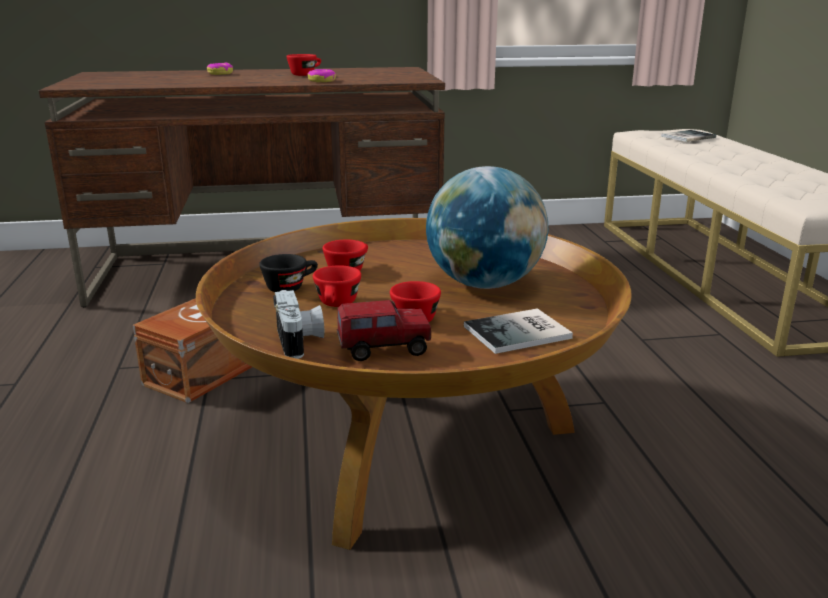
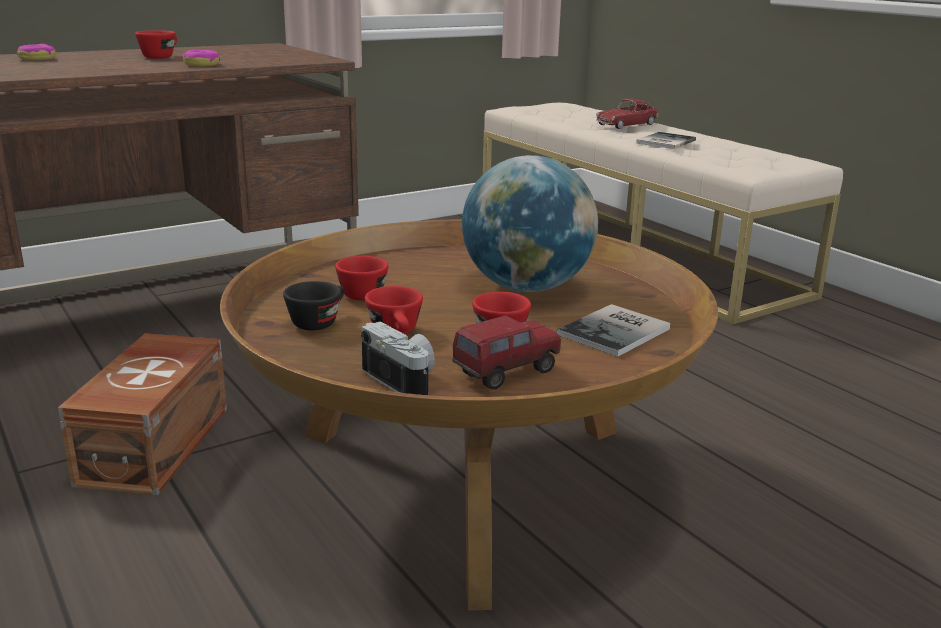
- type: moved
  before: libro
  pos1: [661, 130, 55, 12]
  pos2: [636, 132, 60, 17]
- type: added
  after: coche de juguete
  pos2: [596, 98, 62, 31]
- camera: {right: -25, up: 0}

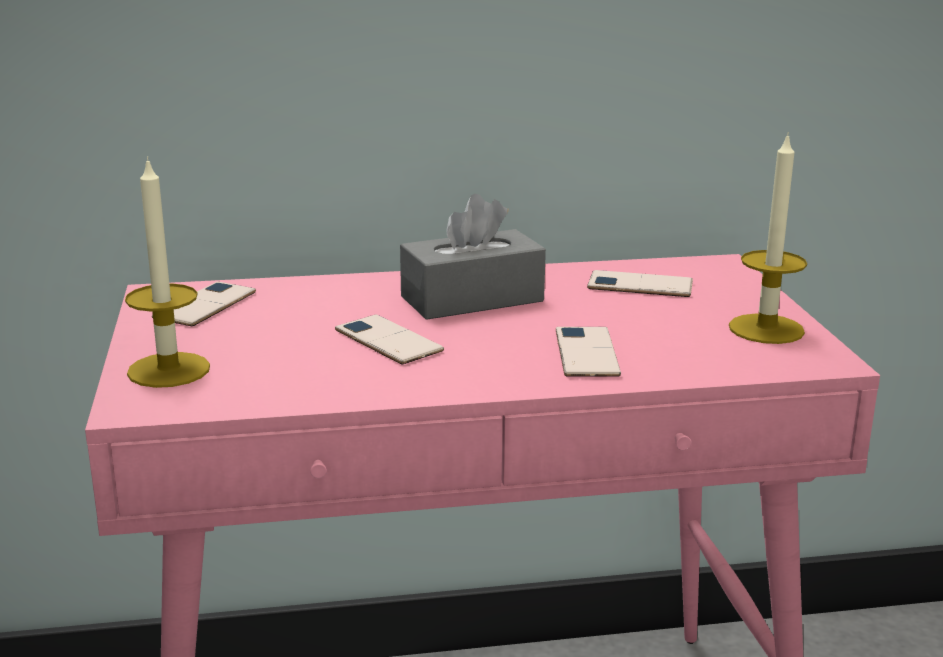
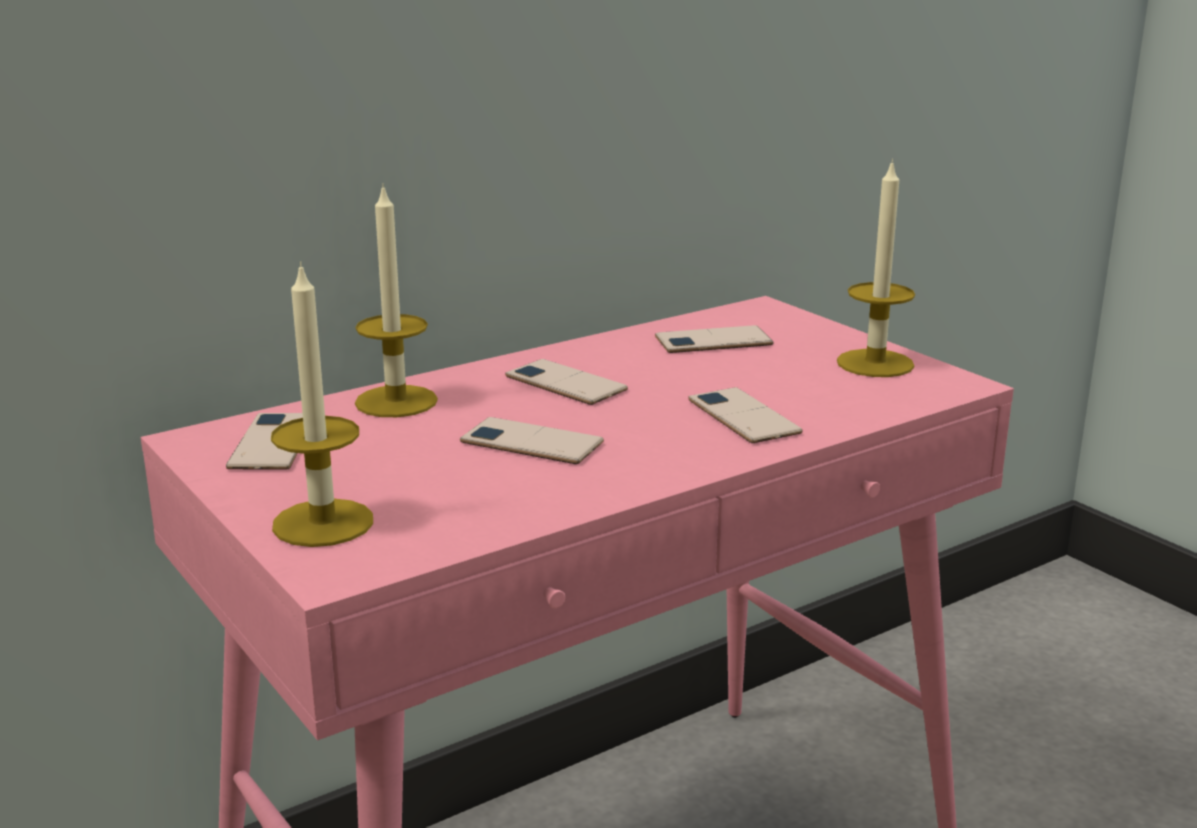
- type: replaced
  before: caja de pañuelos (gris)
  after: móvil
  pos1: [400, 194, 146, 126]
  pos2: [505, 359, 123, 46]
- type: added
  after: vela
  pos2: [355, 183, 83, 234]
- camera: {right: -25, up: 0}

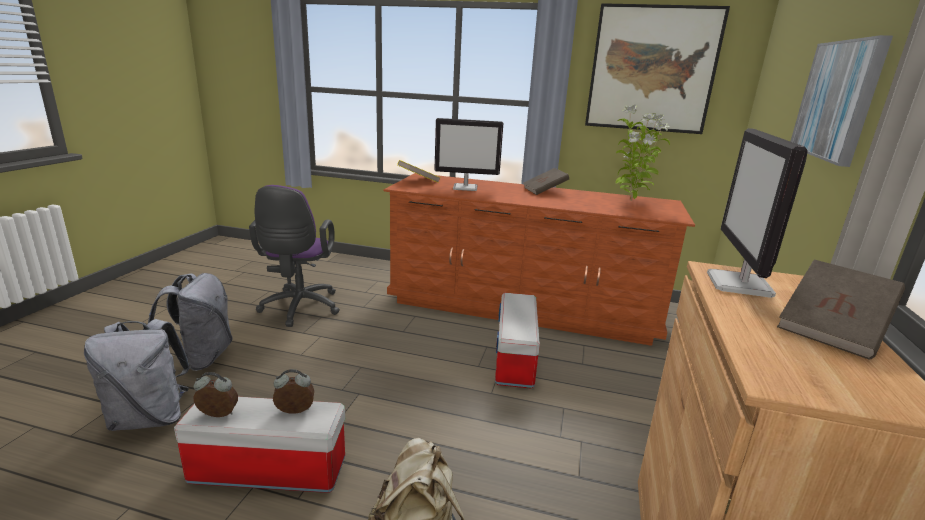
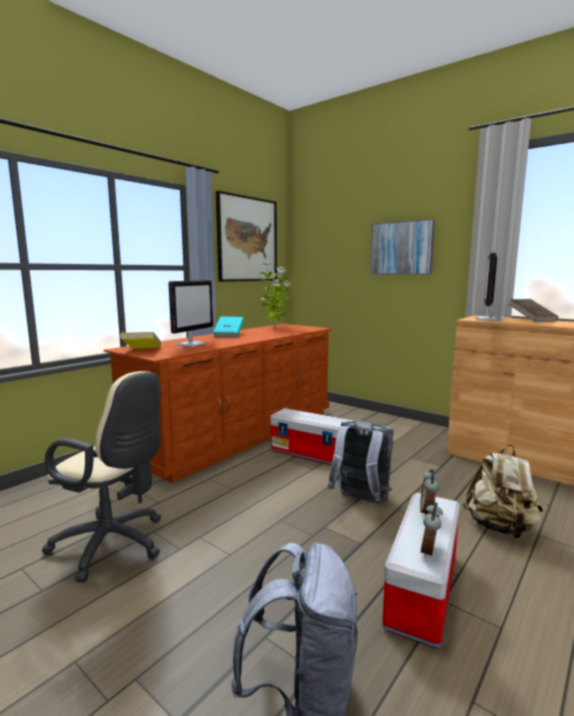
- type: moved
  before: mochila (gris)
  pos1: [148, 273, 85, 98]
  pos2: [327, 421, 67, 82]
- type: recoloured
  before: silla de oficina (morado)
  after: silla de oficina (beis)
  pos1: [249, 185, 91, 142]
  pos2: [42, 371, 119, 212]
- type: recoloured
  before: libro (marrón)
  after: libro (turquesa)
  pos1: [524, 168, 45, 27]
  pos2: [213, 316, 31, 21]
- type: turned
  before: monitor
  pos1: [707, 128, 101, 170]
  pos2: [476, 252, 26, 69]
  turn: 75
- camera: {right: -65, up: -10}

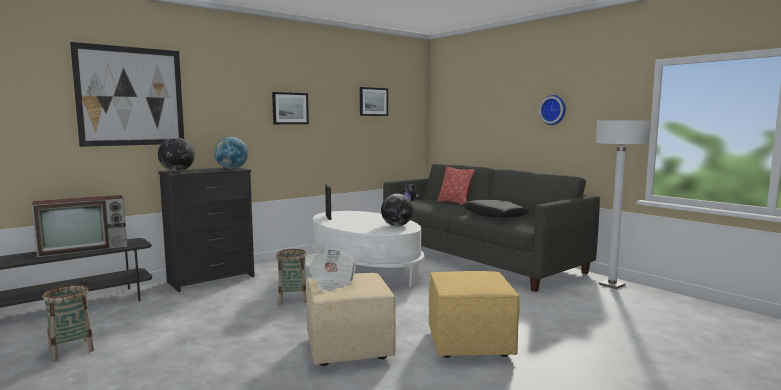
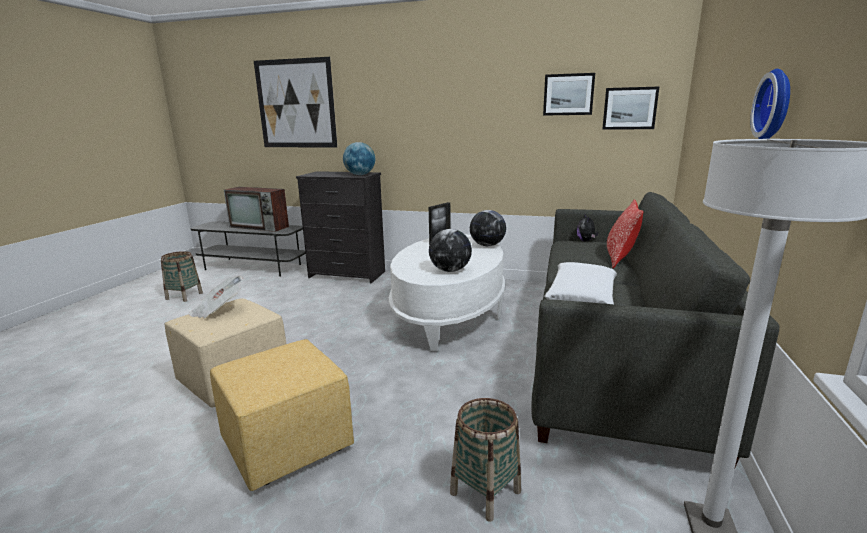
- type: moved
  before: globo terráqueo
  pos1: [158, 137, 37, 35]
  pos2: [470, 210, 36, 36]
- type: moved
  before: cuadro
  pos1: [272, 92, 37, 32]
  pos2: [602, 86, 58, 44]
- type: moved
  before: cesta
  pos1: [276, 249, 31, 56]
  pos2: [450, 398, 71, 124]
- type: recoloured
  before: cojín (negro)
  after: cojín (blanco)
  pos1: [463, 200, 66, 18]
  pos2: [544, 262, 73, 42]
- camera: {right: 55, up: 10}

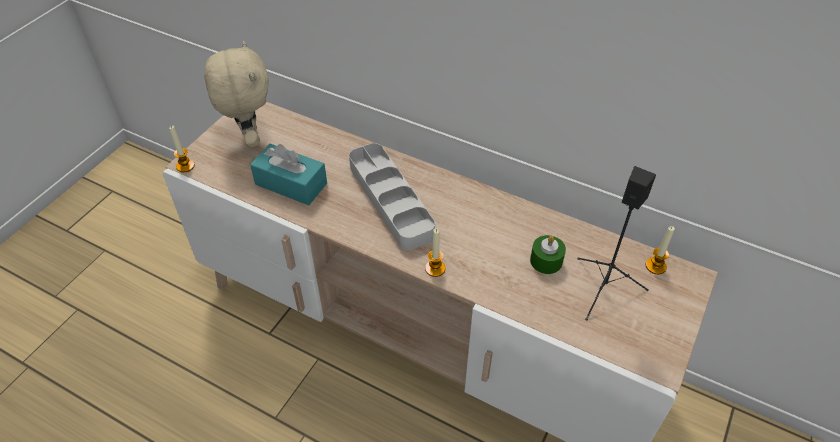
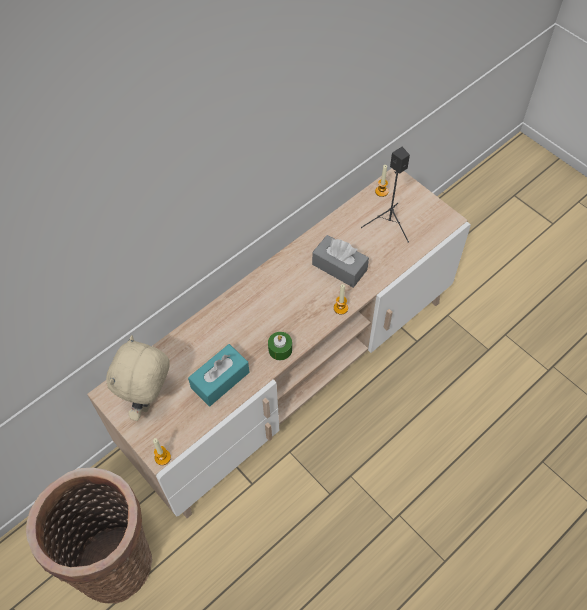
- type: turned
  before: peluche (beis)
  pos1: [204, 41, 65, 106]
  pos2: [106, 335, 64, 86]
  turn: -75
- type: removed
  before: bandeja (gris)
  pos1: [349, 143, 86, 107]
- type: moved
  before: vela (verde)
  pos1: [530, 235, 36, 39]
  pos2: [268, 332, 24, 28]
- type: added
  after: cesta
  pos2: [26, 468, 126, 135]
- type: added
  after: caja de pañuelos (gris)
  pos2: [312, 235, 57, 53]
- camera: {right: -70, up: 10}

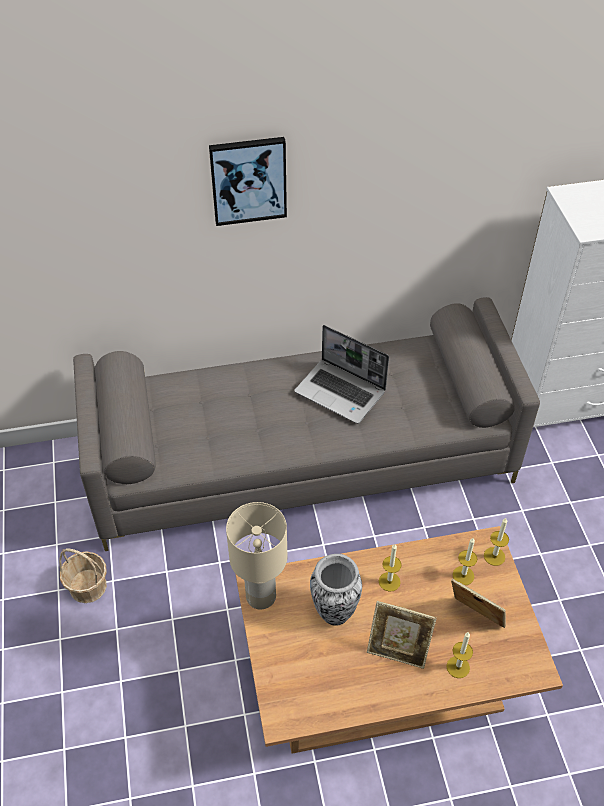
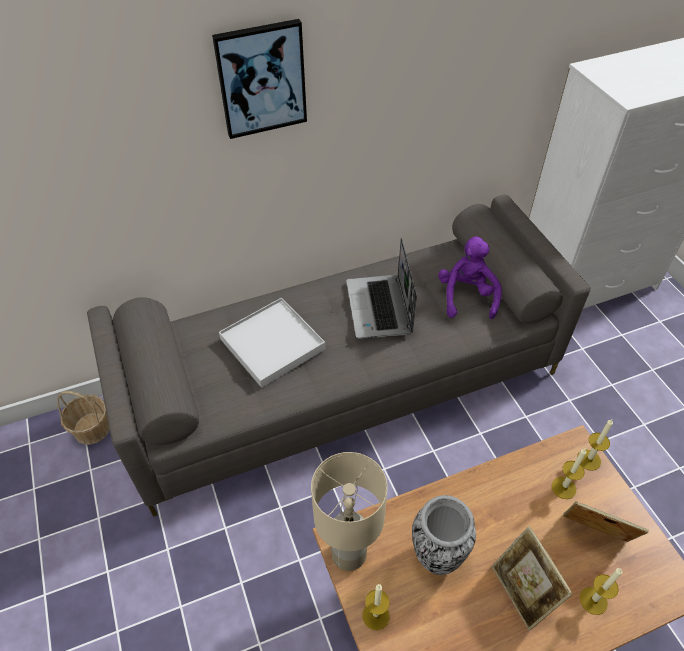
- type: moved
  before: cesta
  pos1: [59, 548, 48, 55]
  pos2: [57, 391, 53, 53]
- type: turned
  before: portátil
  pos1: [294, 325, 95, 99]
  pos2: [346, 238, 71, 101]
  turn: 60
- type: turned
  before: portarretratos
  pos1: [367, 601, 70, 68]
  pos2: [491, 526, 82, 105]
  turn: 60
- type: moved
  before: vela
  pos1: [379, 544, 23, 48]
  pos2: [362, 584, 28, 46]
- type: added
  after: bandeja (blanco)
  pos2: [219, 297, 106, 91]
- type: added
  after: peluche (morado)
  pos2: [438, 236, 64, 83]
- camera: {right: -10, up: 0}

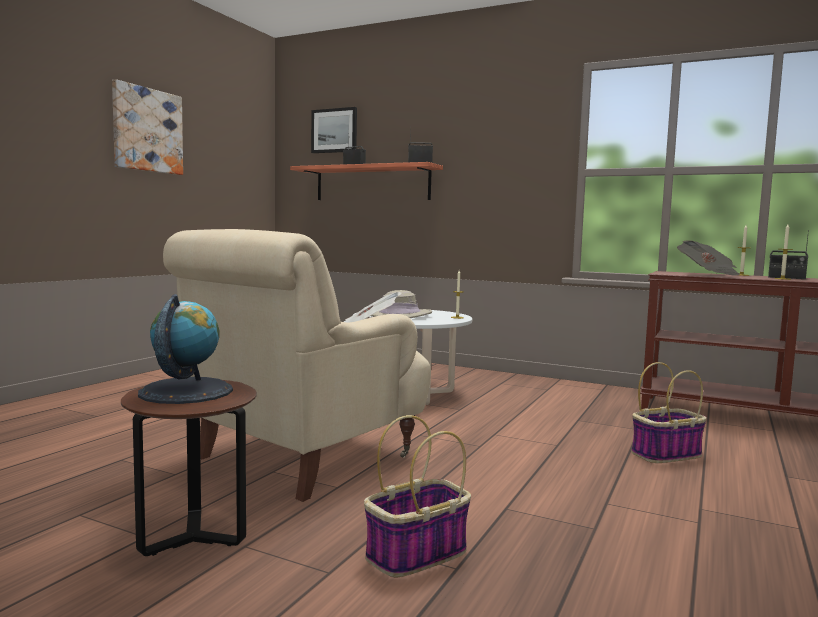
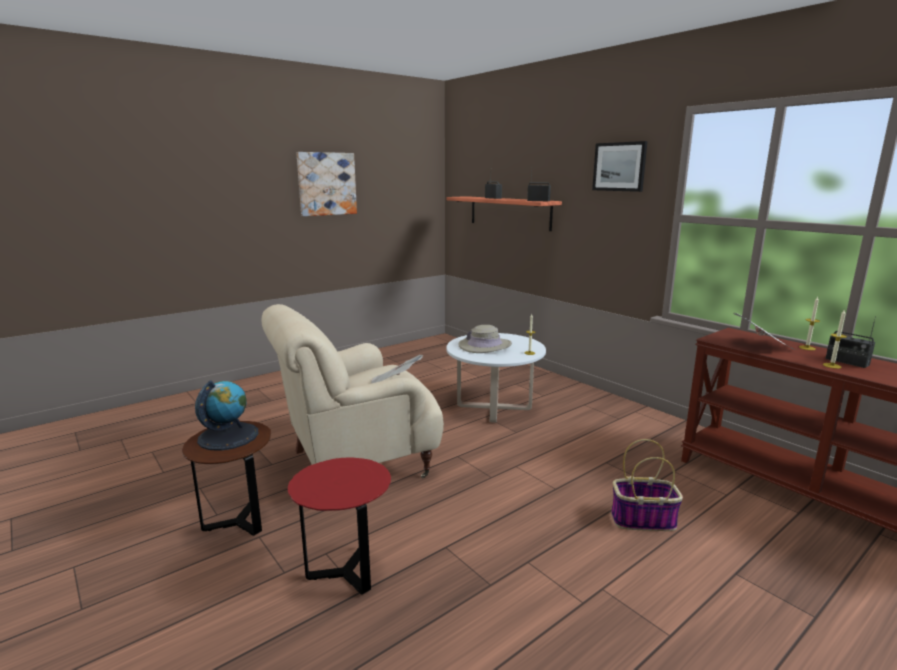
- type: moved
  before: cuadro
  pos1: [311, 107, 46, 46]
  pos2: [592, 141, 56, 51]
- type: replaced
  before: cesta
  after: mesa auxiliar (rojo)
  pos1: [364, 415, 107, 162]
  pos2: [288, 458, 103, 137]
- camera: {right: 25, up: 10}

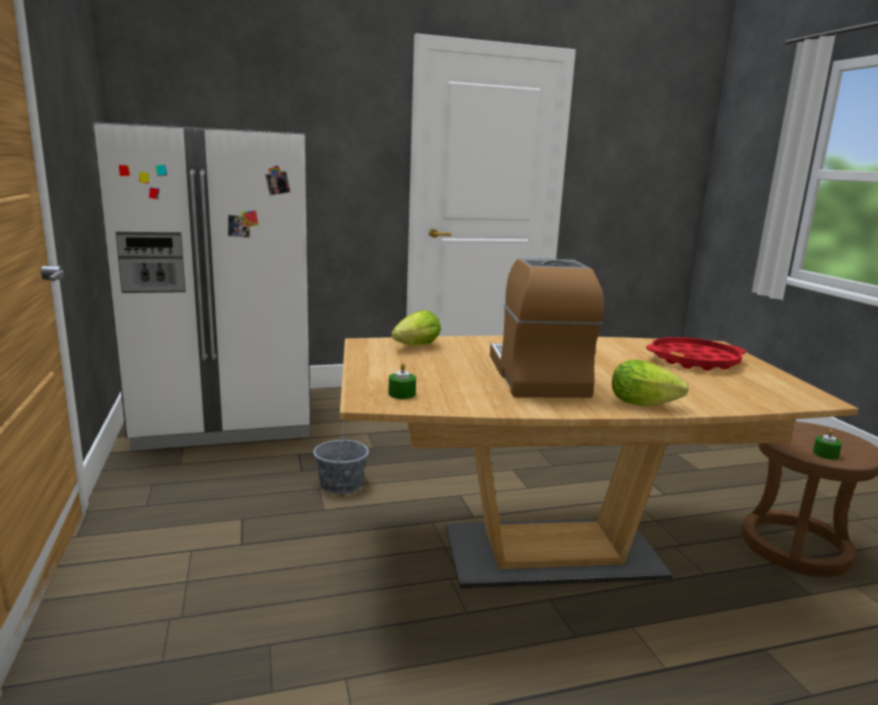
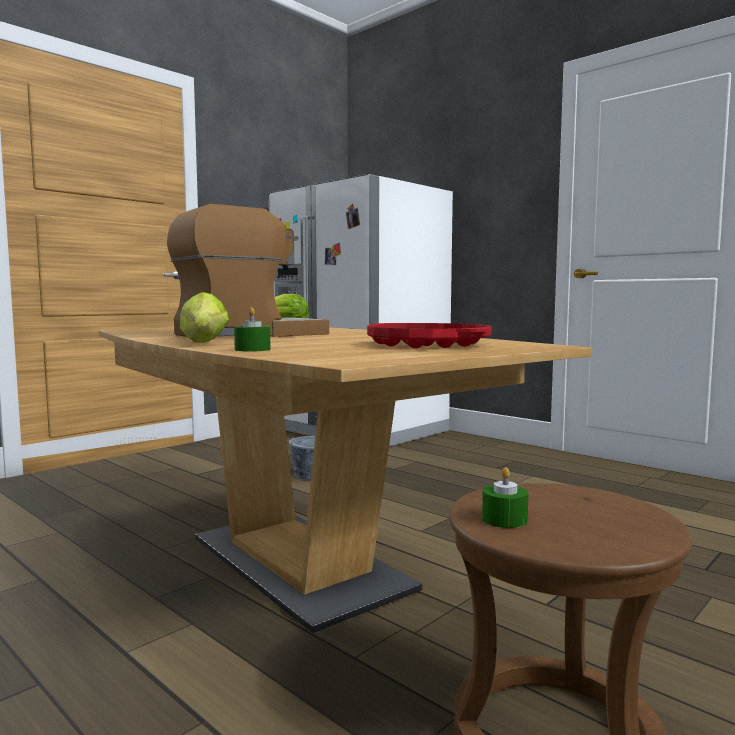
- type: moved
  before: vela (verde)
  pos1: [388, 363, 28, 36]
  pos2: [234, 307, 37, 45]
- camera: {right: 60, up: -10}

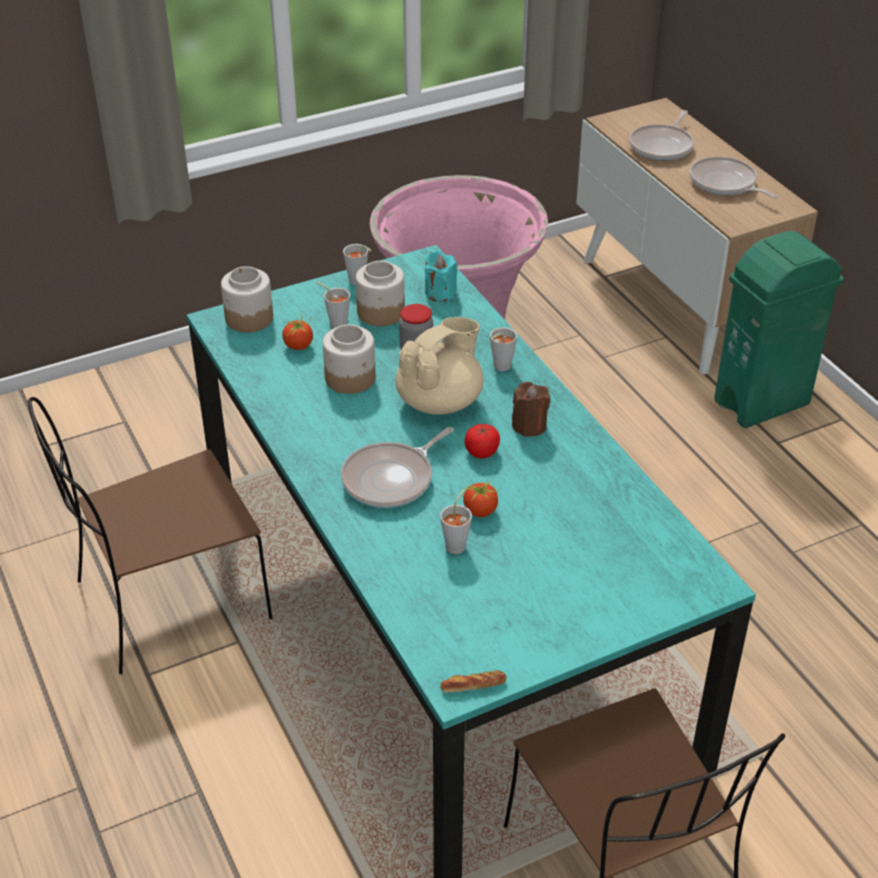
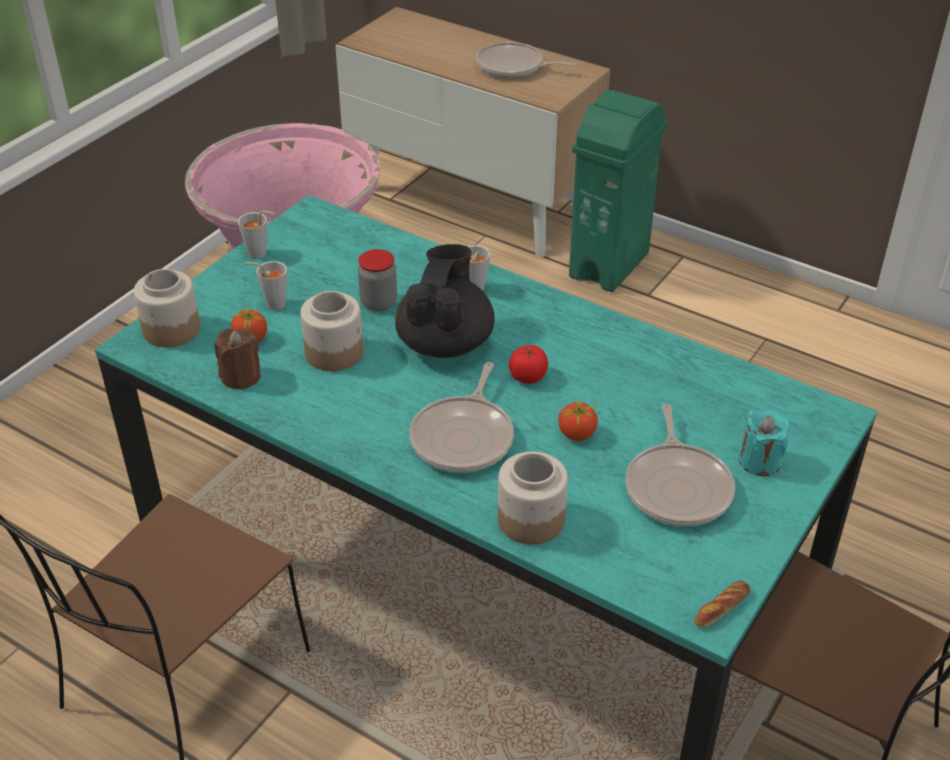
- type: moved
  before: tarro
  pos1: [356, 261, 49, 65]
  pos2: [498, 451, 70, 94]
- type: recoloured
  before: tetera (beis)
  after: tetera (negro)
  pos1: [395, 317, 89, 98]
  pos2: [395, 244, 100, 114]
- type: moved
  before: vela (turquesa)
  pos1: [425, 250, 32, 52]
  pos2: [738, 410, 51, 66]
- type: removed
  before: taza (gris)
  pos1: [440, 489, 32, 65]
- type: moved
  before: vela (marrón)
  pos1: [512, 382, 38, 55]
  pos2: [214, 328, 47, 62]
- type: moved
  before: sartén
  pos1: [629, 110, 65, 51]
  pos2: [625, 404, 110, 122]
- camera: {right: -30, up: 0}

